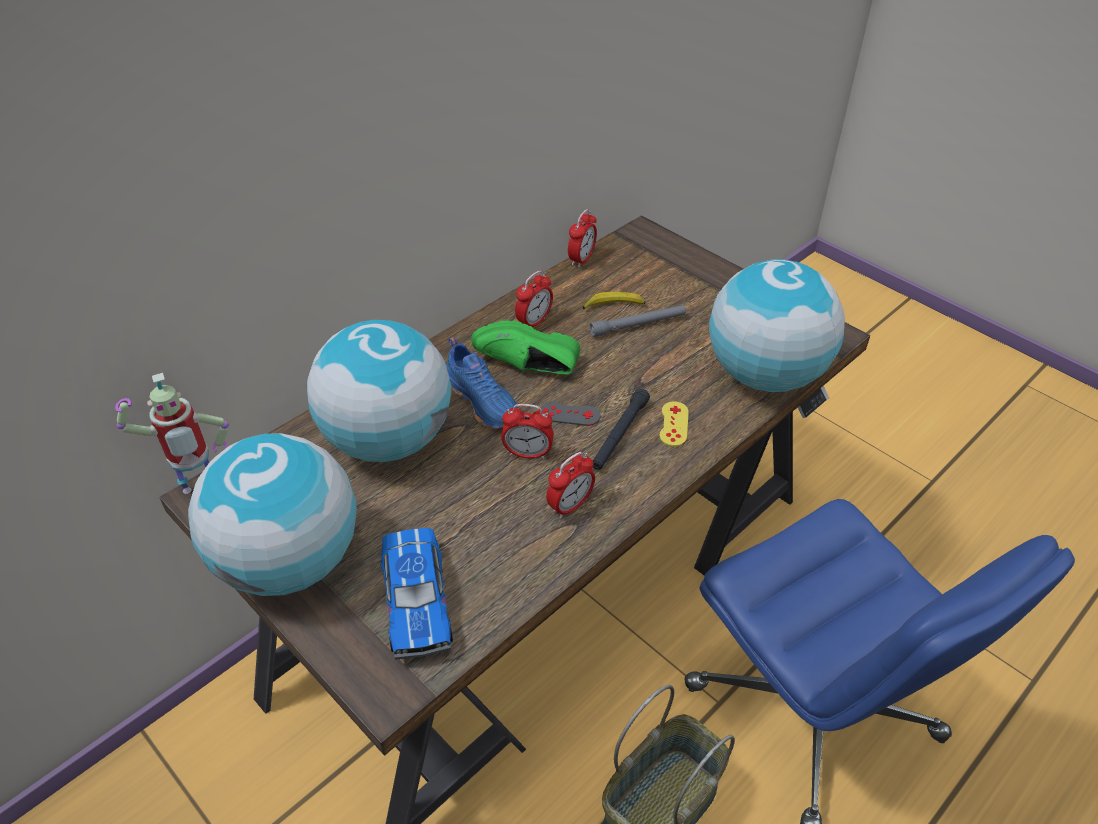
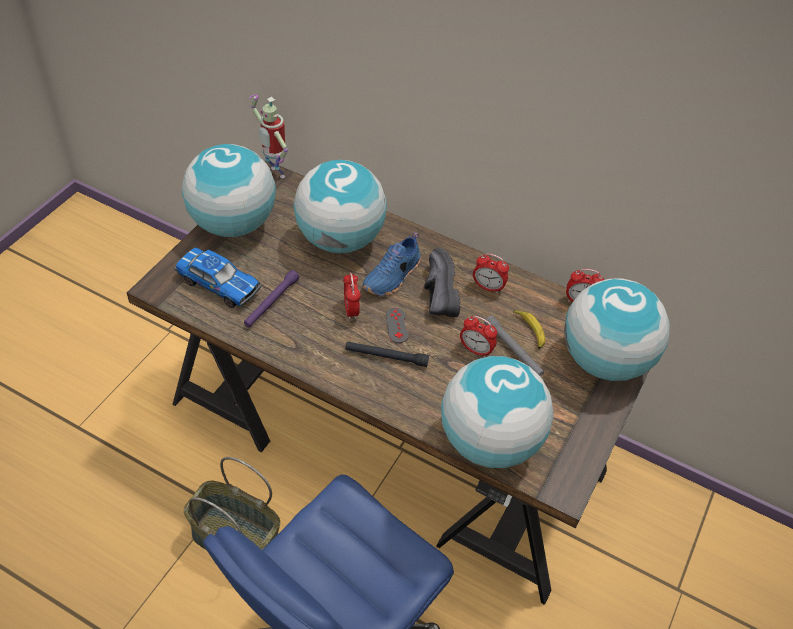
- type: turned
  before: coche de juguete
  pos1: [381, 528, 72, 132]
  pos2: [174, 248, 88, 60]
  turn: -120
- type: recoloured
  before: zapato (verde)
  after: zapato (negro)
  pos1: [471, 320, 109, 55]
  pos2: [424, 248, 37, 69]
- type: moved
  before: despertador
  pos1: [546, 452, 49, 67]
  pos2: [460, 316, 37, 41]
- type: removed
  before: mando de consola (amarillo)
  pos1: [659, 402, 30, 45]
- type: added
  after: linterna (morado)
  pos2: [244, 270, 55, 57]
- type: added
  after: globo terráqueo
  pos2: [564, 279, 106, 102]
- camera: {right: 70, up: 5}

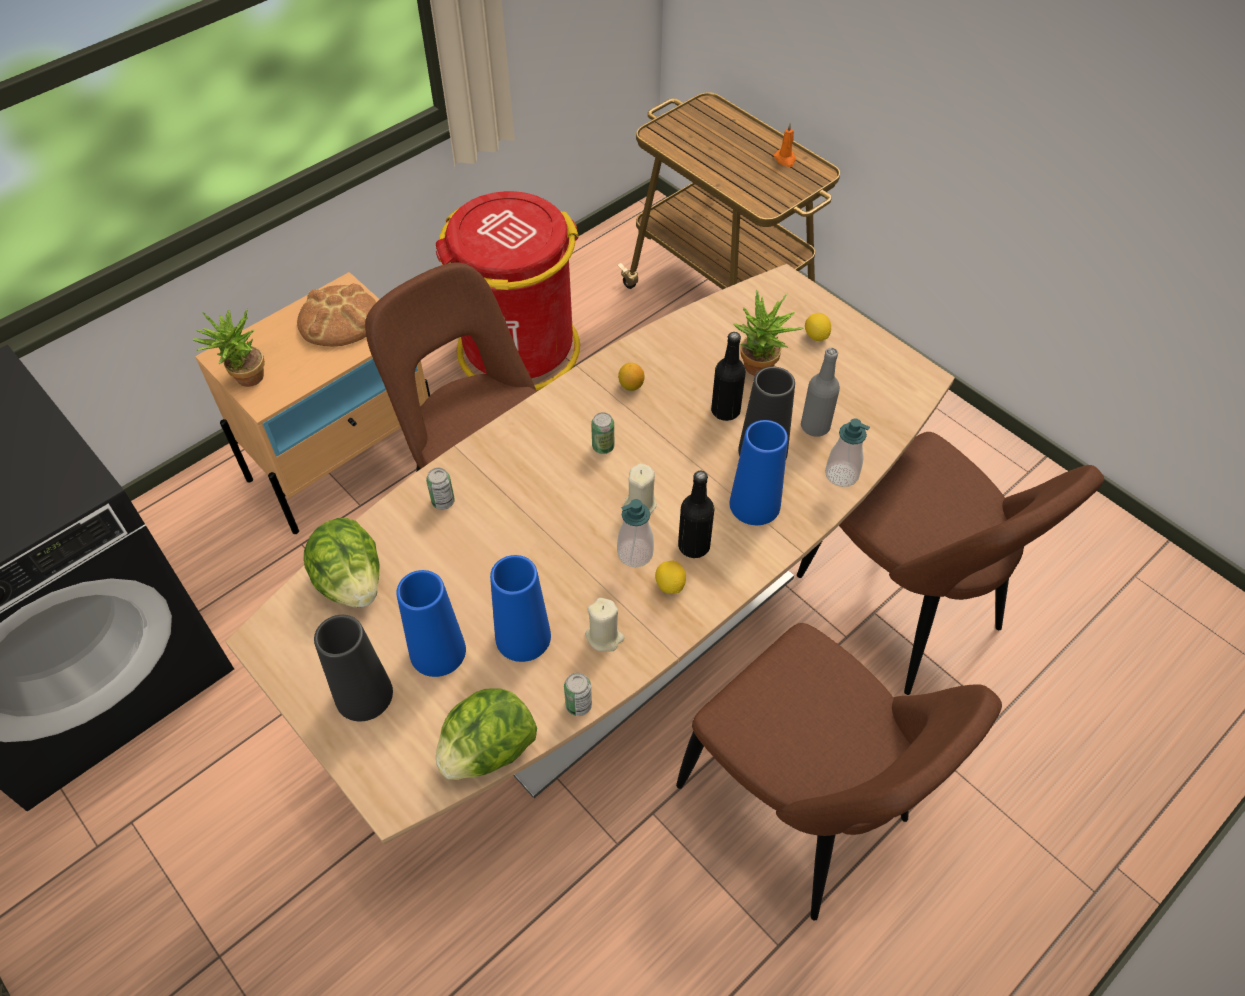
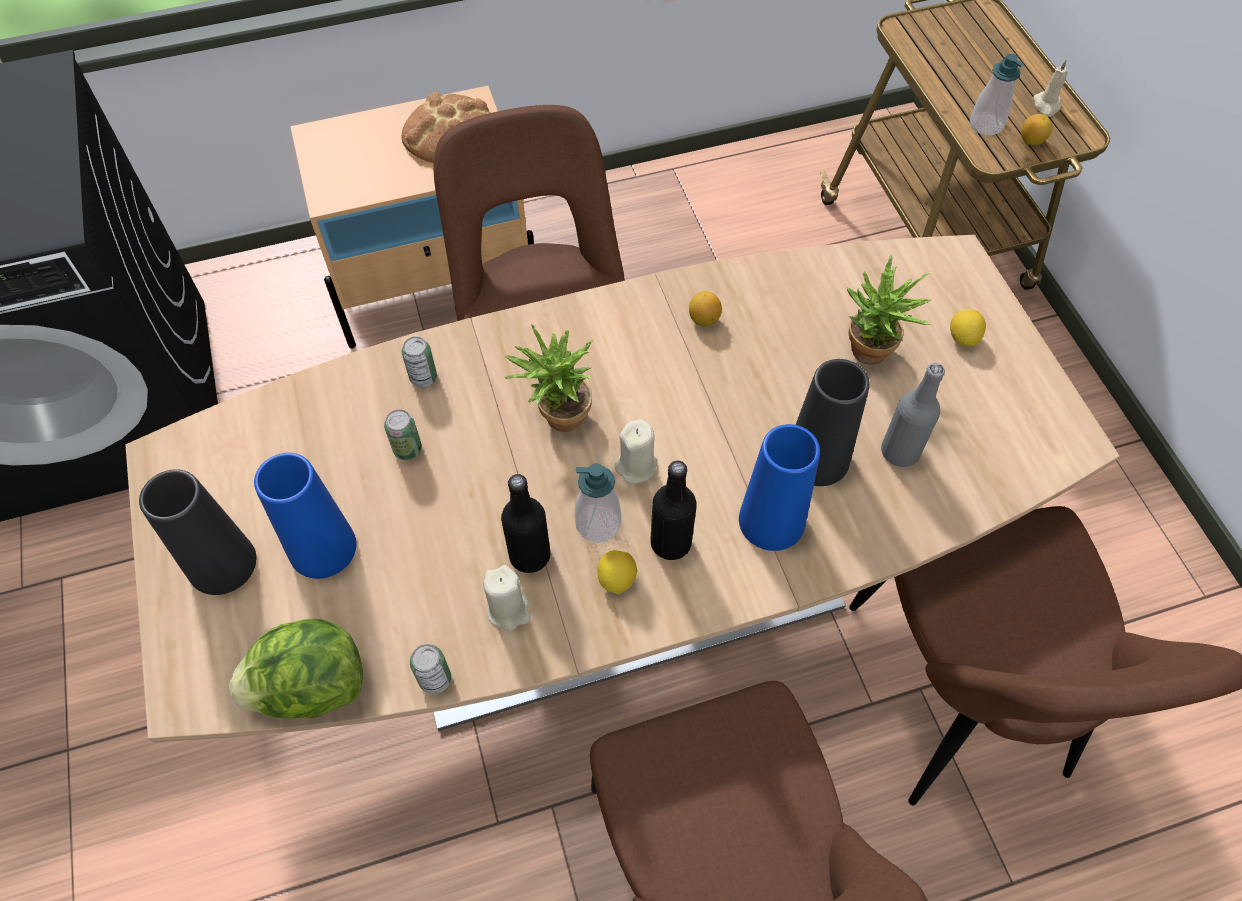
- type: moved
  before: planta en maceta
  pos1: [192, 308, 73, 79]
  pos2: [504, 324, 89, 108]
- type: removed
  before: lechuga
  pos1: [304, 518, 75, 89]
- type: removed
  before: papelera (rojo)
  pos1: [435, 191, 145, 200]
- type: removed
  before: florero (azul)
  pos1: [490, 555, 61, 107]
- type: moved
  before: lata
  pos1: [591, 412, 23, 42]
  pos2: [384, 410, 38, 50]
- type: moved
  before: botella (negro)
  pos1: [711, 332, 35, 89]
  pos2: [501, 474, 49, 99]
- type: recoloured
  before: vela (naranja)
  after: vela (beis)
  pos1: [774, 123, 22, 44]
  pos2: [1033, 60, 35, 57]
- type: moved
  before: dispensador de jabón
  pos1: [825, 418, 45, 69]
  pos2: [970, 54, 54, 81]
- type: added
  after: limón
  pos2: [1021, 114, 31, 31]
- camera: {right: 25, up: 5}

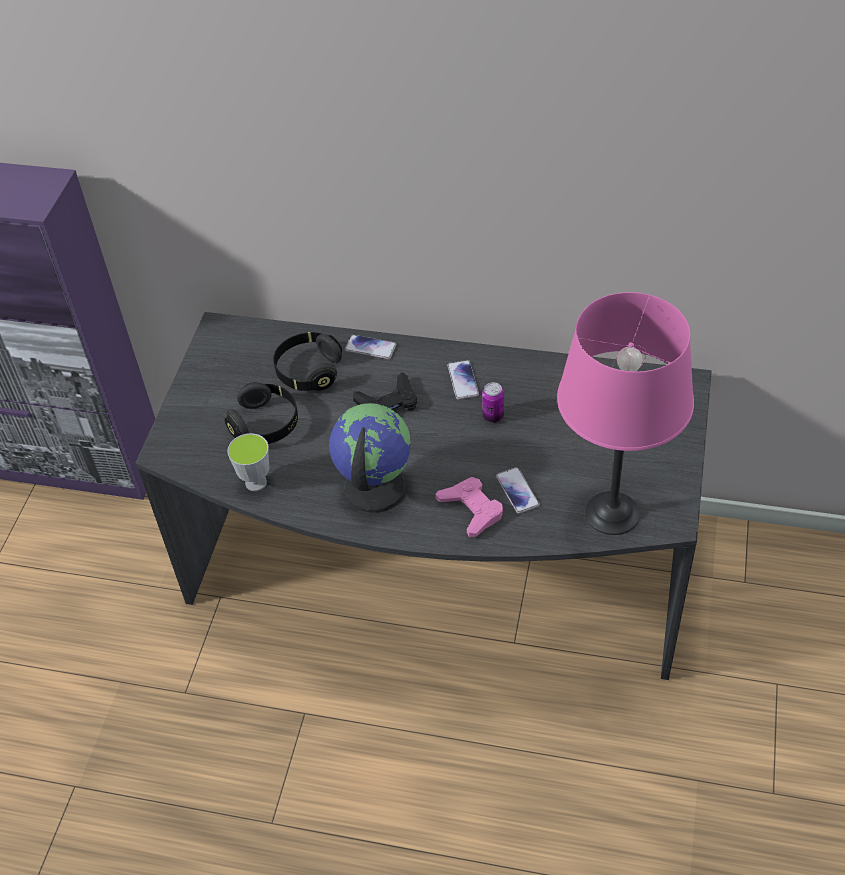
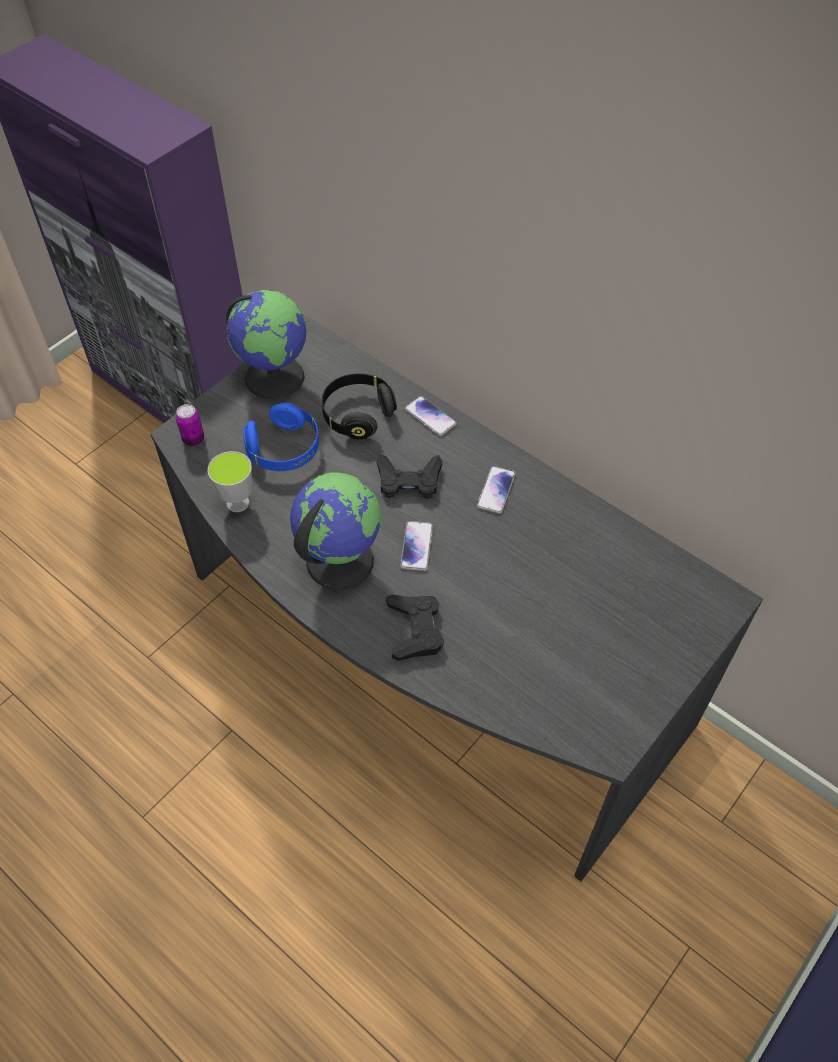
- type: recoloured
  before: auriculares (negro)
  after: auriculares (azul)
  pos1: [225, 382, 73, 62]
  pos2: [243, 403, 76, 68]
- type: recoloured
  before: mando de consola (rosa)
  after: mando de consola (negro)
  pos1: [435, 477, 68, 60]
  pos2: [386, 595, 58, 66]
- type: moved
  before: lata
  pos1: [482, 382, 22, 41]
  pos2: [176, 404, 28, 42]
- type: moved
  before: móvil
  pos1: [496, 467, 44, 47]
  pos2: [400, 521, 33, 50]
- type: removed
  before: lámpara de mesa (rosa)
  pos1: [557, 292, 137, 243]
- type: added
  after: globo terráqueo
  pos2: [226, 290, 81, 109]
- camera: {right: 25, up: 5}

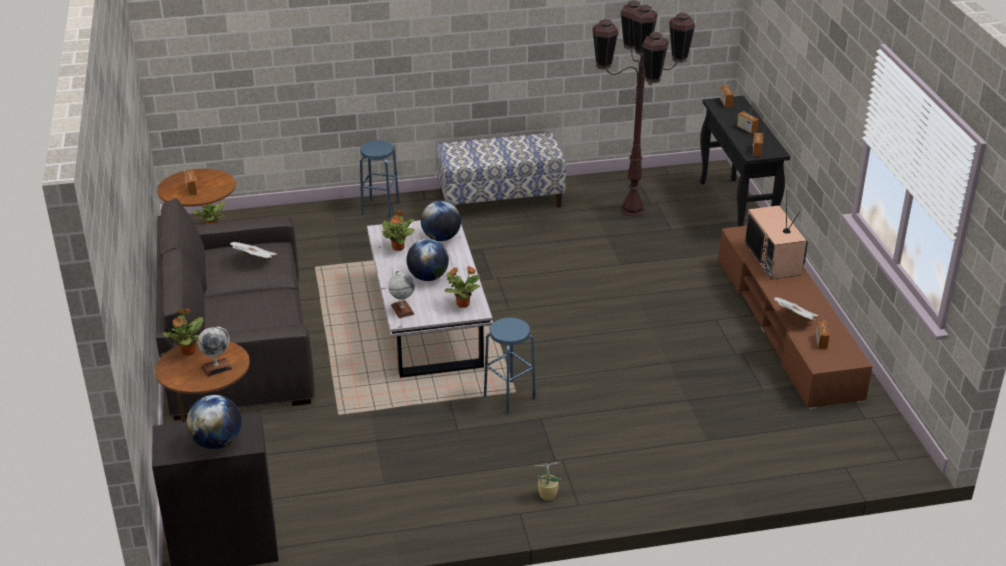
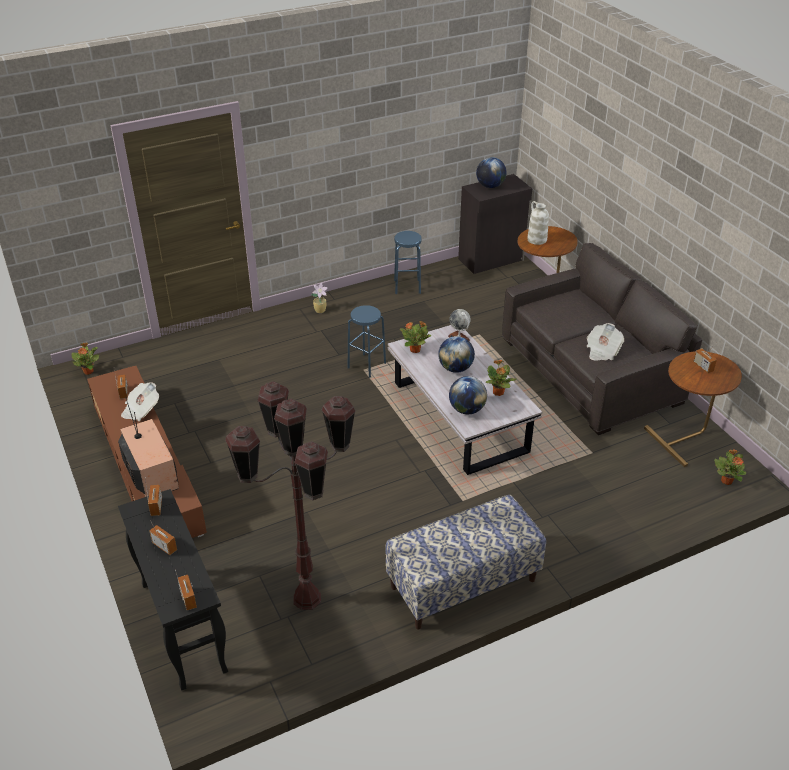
- type: moved
  before: planta en maceta
  pos1: [163, 309, 41, 47]
  pos2: [71, 343, 28, 32]
- type: replaced
  before: globo terráqueo
  after: florero (blanco)
  pos1: [198, 327, 35, 50]
  pos2: [527, 201, 22, 44]
- type: moved
  before: taburete (azul)
  pos1: [360, 140, 40, 79]
  pos2: [394, 231, 28, 63]
- camera: {right: 165, up: 5}

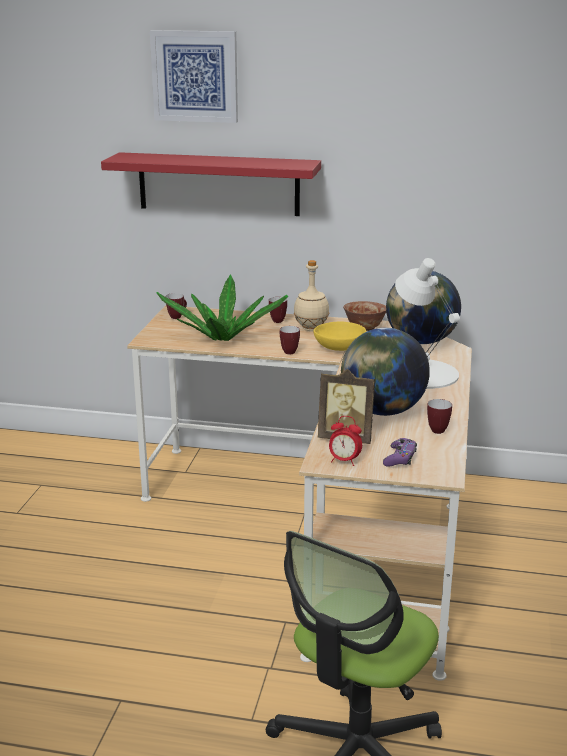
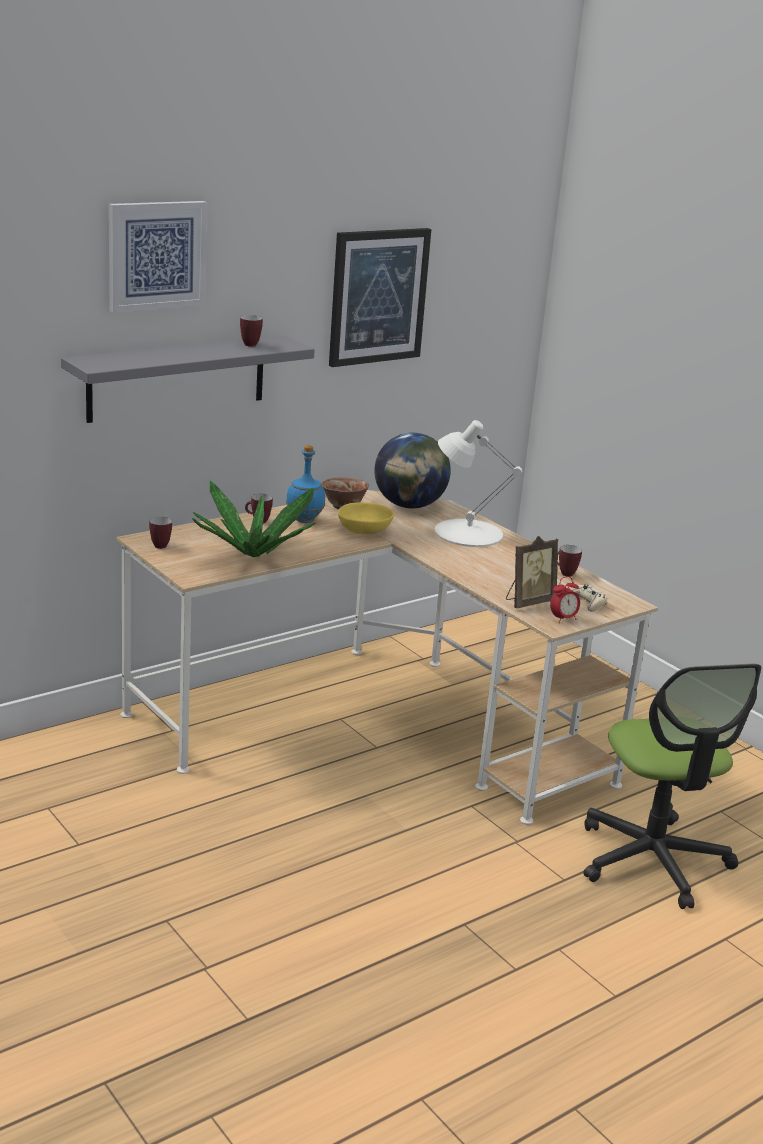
- type: recoloured
  before: estante (rojo)
  after: estante (gris)
  pos1: [101, 152, 220, 64]
  pos2: [61, 335, 254, 88]
- type: moved
  before: taza grande
  pos1: [280, 326, 20, 29]
  pos2: [240, 315, 23, 32]
- type: recoloured
  before: botella (beis)
  after: botella (azul)
  pos1: [294, 260, 35, 71]
  pos2: [286, 445, 39, 78]
- type: removed
  before: globo terráqueo
  pos1: [341, 328, 89, 88]
- type: recoloured
  before: mando de consola (morado)
  after: mando de consola (beis)
  pos1: [383, 438, 34, 28]
  pos2: [571, 584, 36, 28]
- type: added
  after: cuadro
  pos2: [329, 228, 102, 139]
- camera: {right: -50, up: 0}

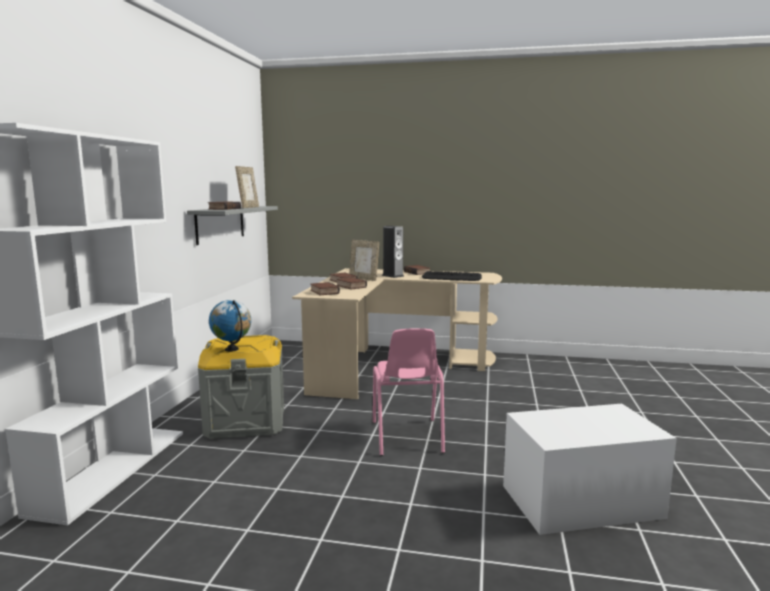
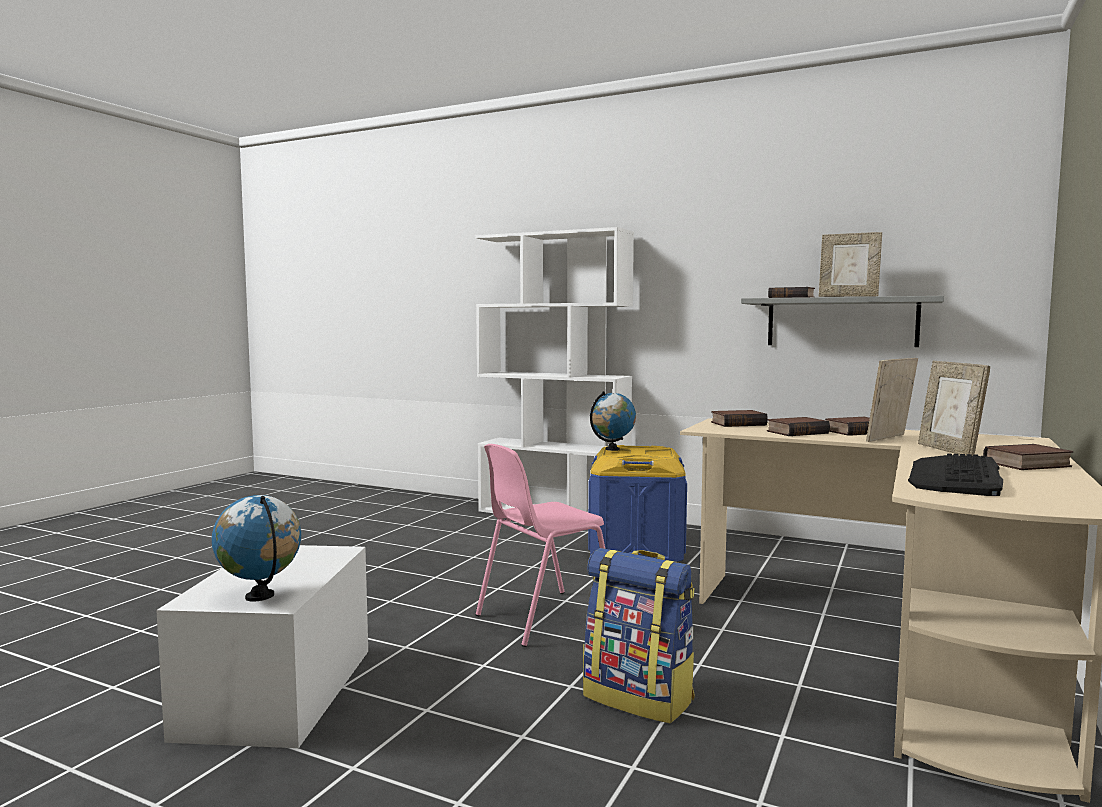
- type: recoloured
  before: caja de almacenaje (gris)
  after: caja de almacenaje (azul)
  pos1: [198, 335, 86, 104]
  pos2: [588, 445, 99, 117]
- type: turned
  before: silla (rosa)
  pos1: [373, 328, 72, 128]
  pos2: [476, 444, 129, 203]
  turn: -45
- type: replaced
  before: altavoz
  after: portarretratos
  pos1: [382, 226, 22, 52]
  pos2: [918, 361, 72, 95]
- type: added
  after: globo terráqueo
  pos2: [212, 495, 89, 107]
- type: added
  after: mochila
  pos2: [583, 548, 112, 176]
- camera: {right: 105, up: -5}

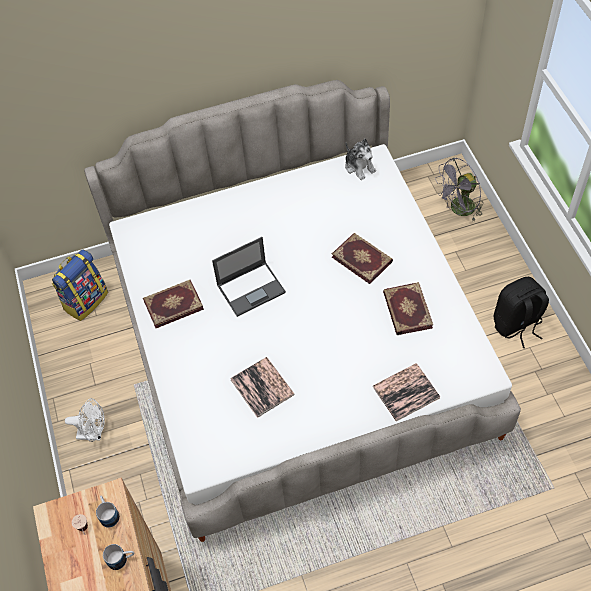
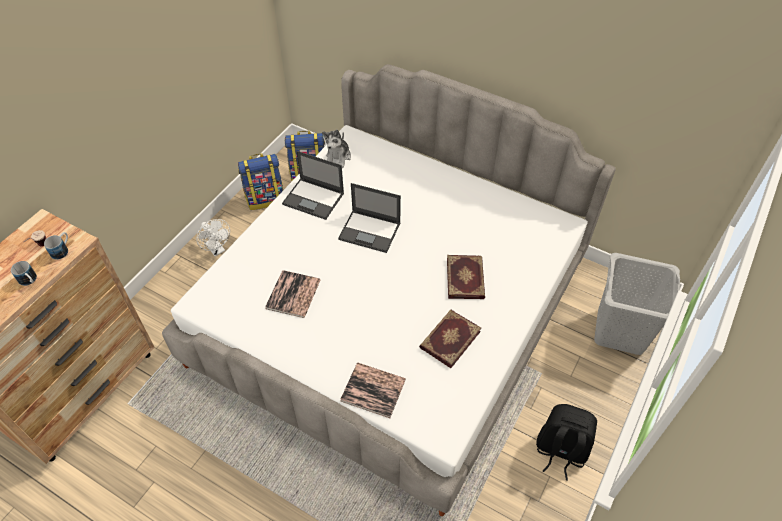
- type: replaced
  before: libro
  after: portátil
  pos1: [143, 280, 61, 48]
  pos2: [282, 151, 62, 69]
- type: moved
  before: peluche
  pos1: [345, 138, 31, 42]
  pos2: [322, 130, 29, 38]
- type: replaced
  before: ventilador (gris)
  after: cesto de la ropa (gris)
  pos1: [435, 157, 47, 65]
  pos2: [594, 253, 86, 102]
- type: added
  after: mochila
  pos2: [238, 153, 46, 57]
- camera: {right: 45, up: -5}

